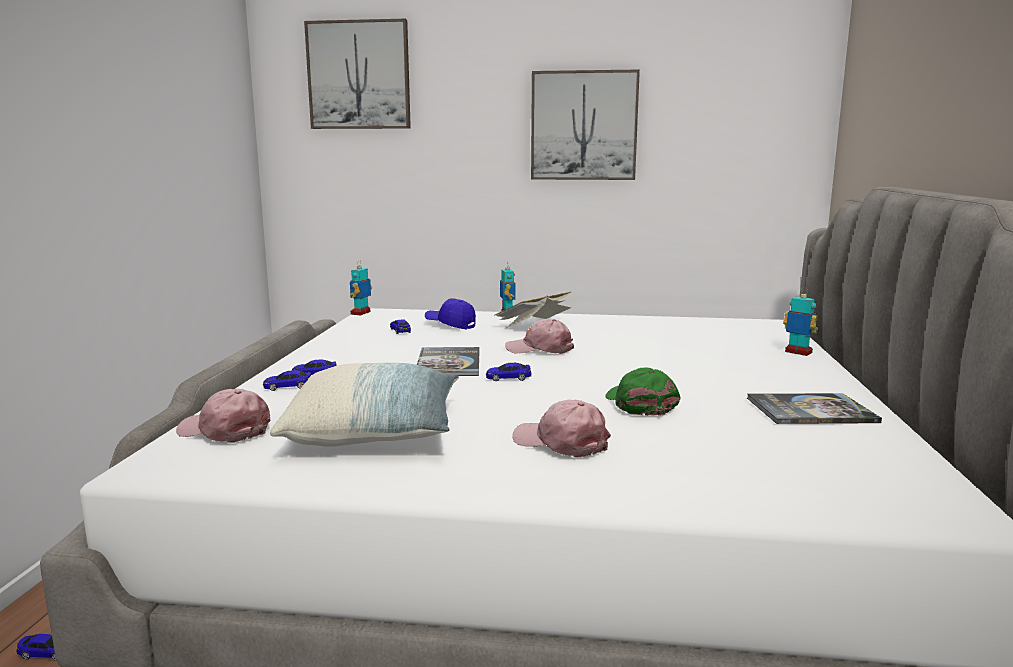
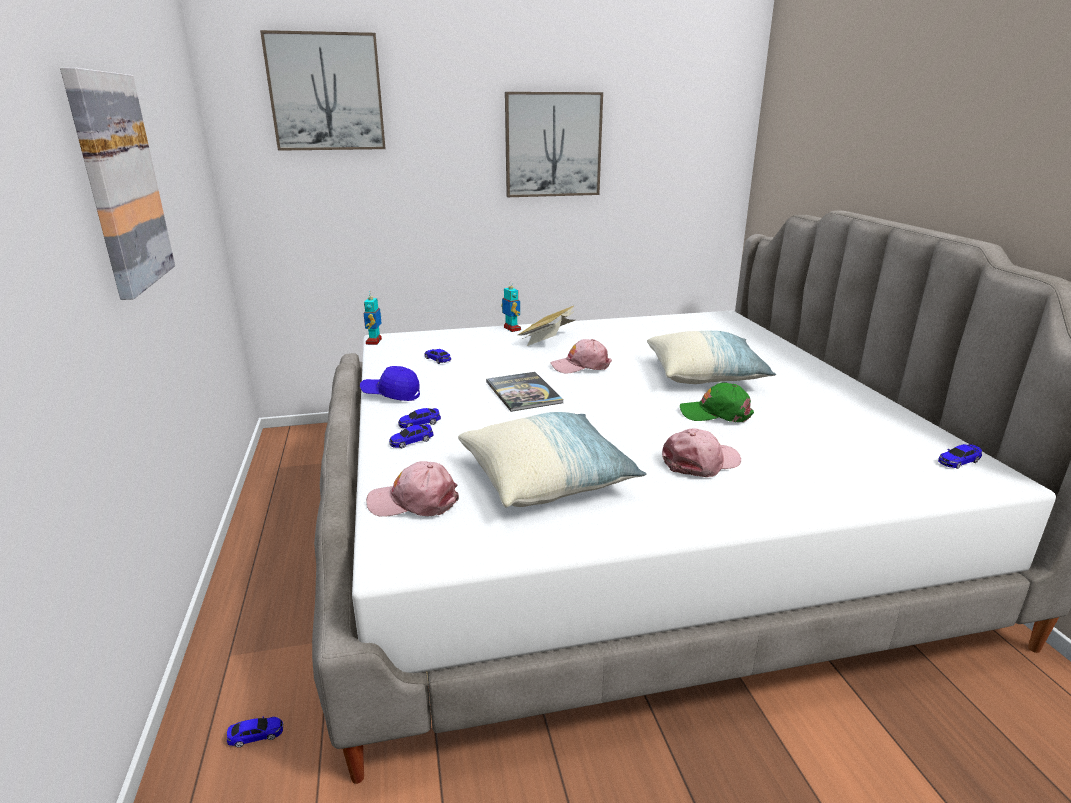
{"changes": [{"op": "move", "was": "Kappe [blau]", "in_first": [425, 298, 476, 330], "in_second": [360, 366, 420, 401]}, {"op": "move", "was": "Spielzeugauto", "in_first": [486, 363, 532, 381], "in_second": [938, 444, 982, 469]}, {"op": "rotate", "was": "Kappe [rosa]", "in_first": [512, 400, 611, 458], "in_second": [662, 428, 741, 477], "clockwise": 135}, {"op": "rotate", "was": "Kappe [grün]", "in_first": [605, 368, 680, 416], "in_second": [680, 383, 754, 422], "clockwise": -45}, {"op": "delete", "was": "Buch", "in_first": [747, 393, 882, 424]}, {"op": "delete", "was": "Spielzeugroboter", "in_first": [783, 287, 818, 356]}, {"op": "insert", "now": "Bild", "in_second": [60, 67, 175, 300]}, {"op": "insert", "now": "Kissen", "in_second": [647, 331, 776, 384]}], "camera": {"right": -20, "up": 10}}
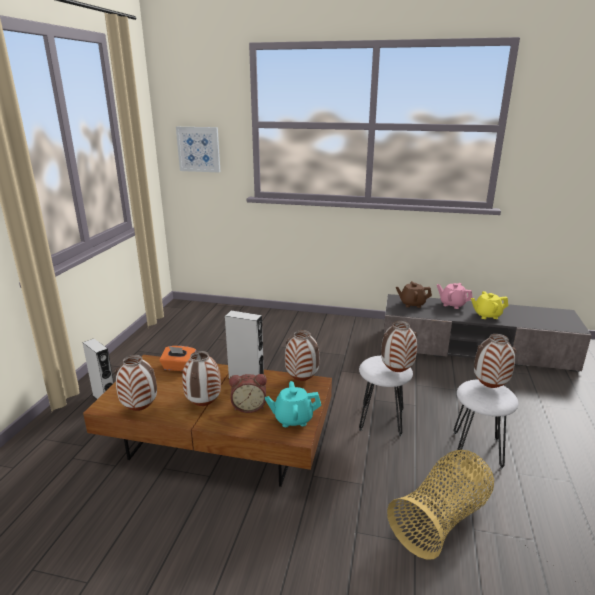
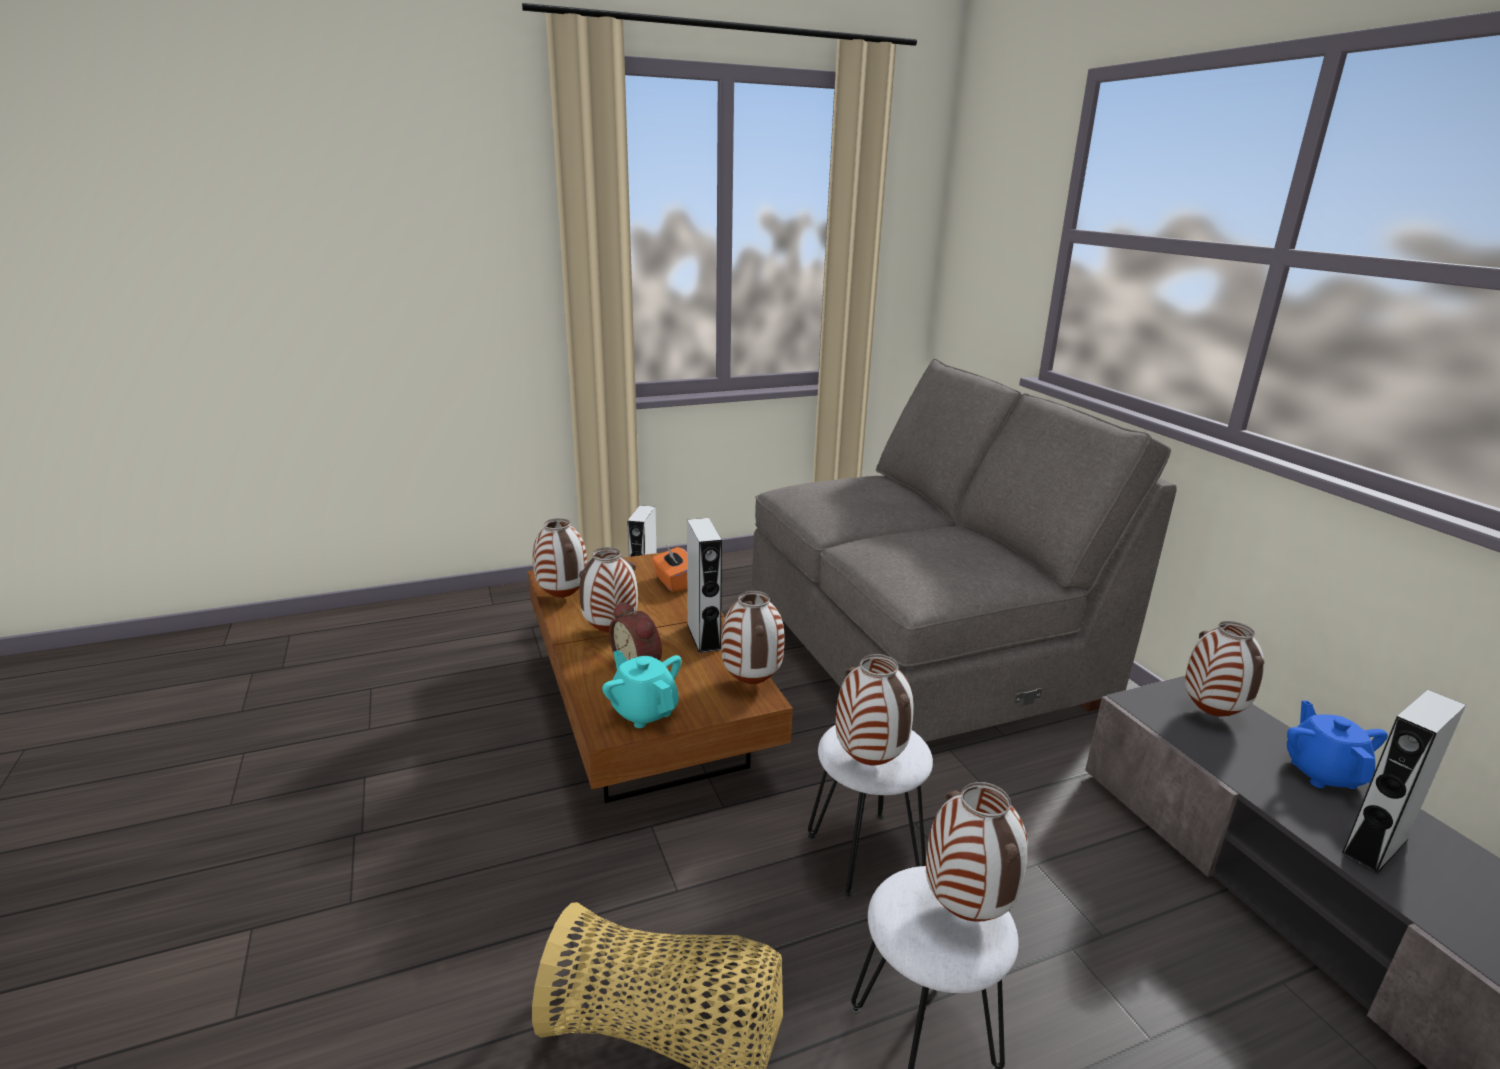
{"changes": [{"op": "delete", "was": "Bild", "in_first": [176, 127, 221, 172]}, {"op": "replace", "was": "Teekanne [braun]", "now": "Vase", "in_first": [396, 281, 432, 308], "in_second": [1185, 621, 1264, 717]}, {"op": "recolor", "was": "Teekanne [rosa]", "now": "Teekanne [blau]", "in_first": [437, 283, 473, 309], "in_second": [1287, 701, 1388, 789]}, {"op": "replace", "was": "Teekanne [gelb]", "now": "Lautsprecher [grau]", "in_first": [471, 291, 508, 319], "in_second": [1340, 690, 1466, 874]}, {"op": "insert", "now": "Sofa [grau]", "in_second": [752, 359, 1177, 744]}], "camera": {"right": 55, "up": 0}}
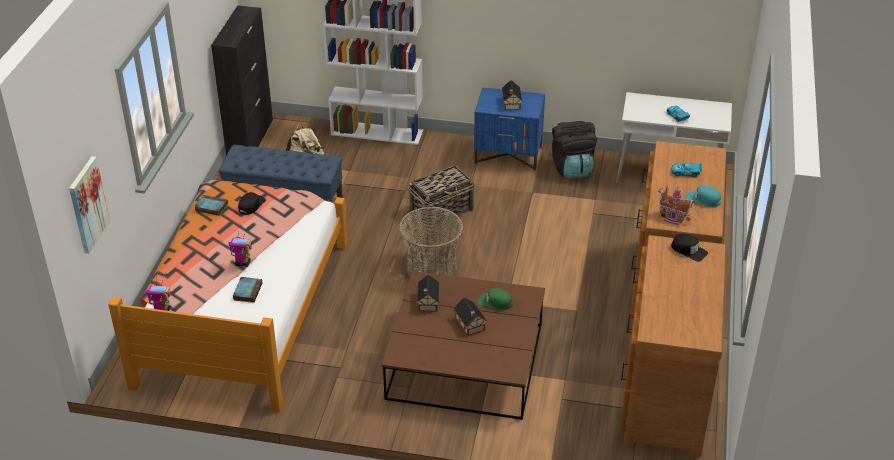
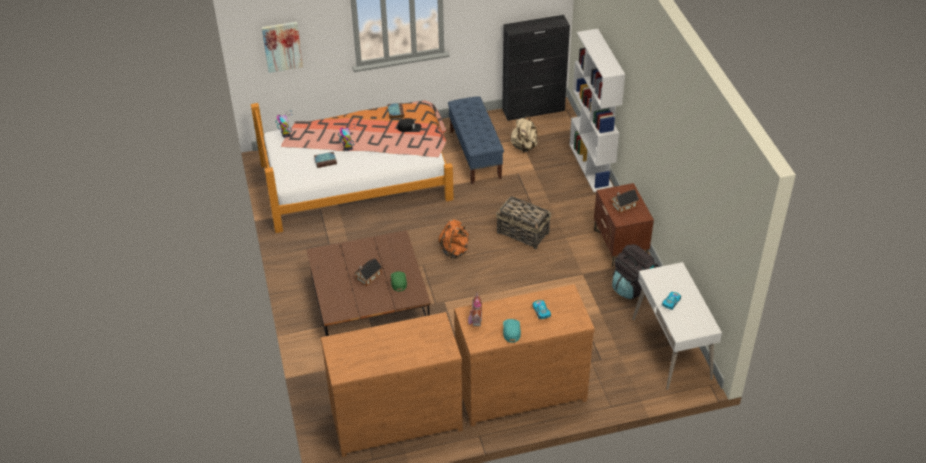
{"changes": [{"op": "replace", "was": "Korb", "now": "Rucksack [orange]", "in_first": [399, 207, 463, 276], "in_second": [438, 219, 469, 259]}, {"op": "delete", "was": "Spielzeughaus", "in_first": [417, 275, 440, 311]}, {"op": "recolor", "was": "Nachttisch [blau]", "now": "Nachttisch [braun]", "in_first": [474, 87, 545, 171], "in_second": [594, 183, 654, 267]}, {"op": "delete", "was": "Kappe [schwarz]", "in_first": [671, 234, 708, 262]}], "camera": {"right": 65, "up": 5}}
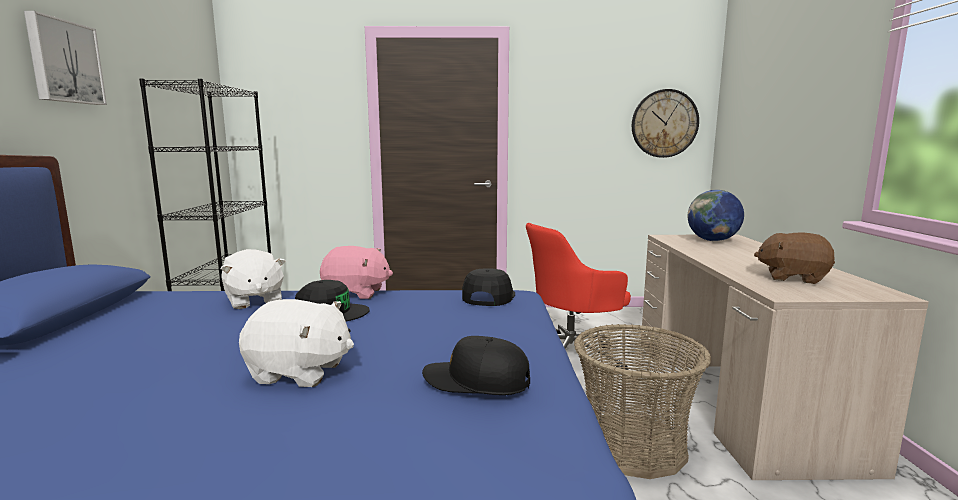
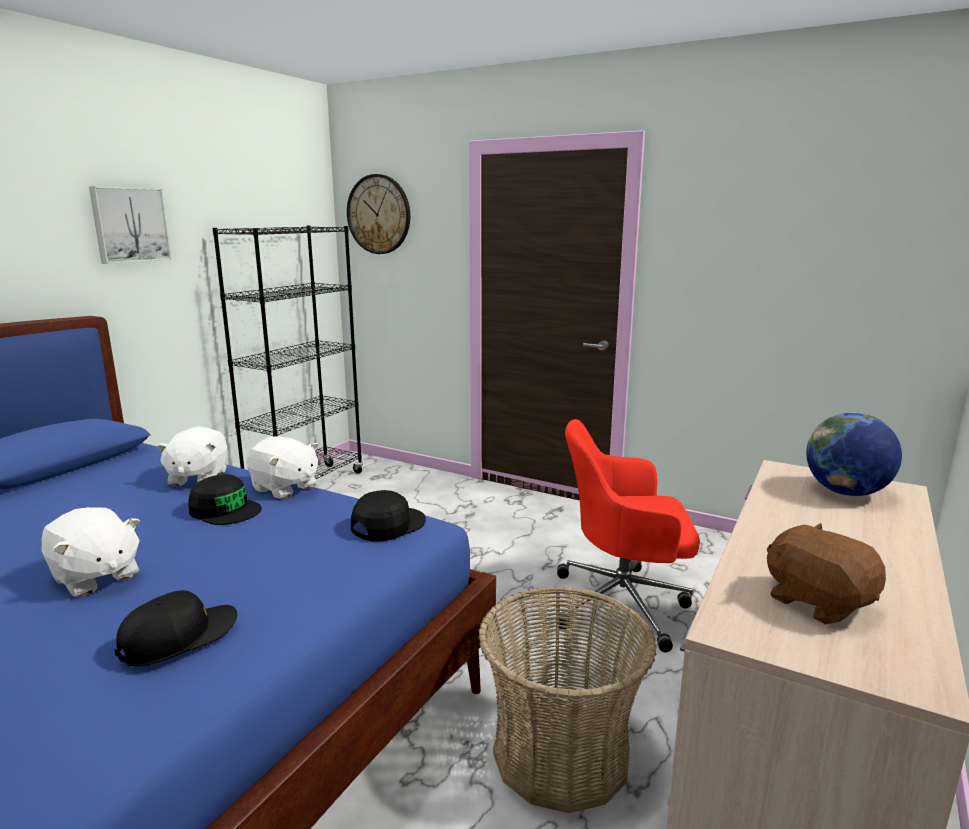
{"changes": [{"op": "recolor", "was": "Plüschtier [rosa]", "now": "Plüschtier [weiß]", "in_first": [320, 246, 393, 299], "in_second": [246, 436, 318, 499]}, {"op": "rotate", "was": "Kappe [schwarz]", "in_first": [422, 336, 530, 395], "in_second": [114, 590, 237, 666], "clockwise": 90}, {"op": "move", "was": "Wanduhr", "in_first": [632, 89, 699, 158], "in_second": [347, 174, 410, 254]}], "camera": {"right": 30, "up": 5}}
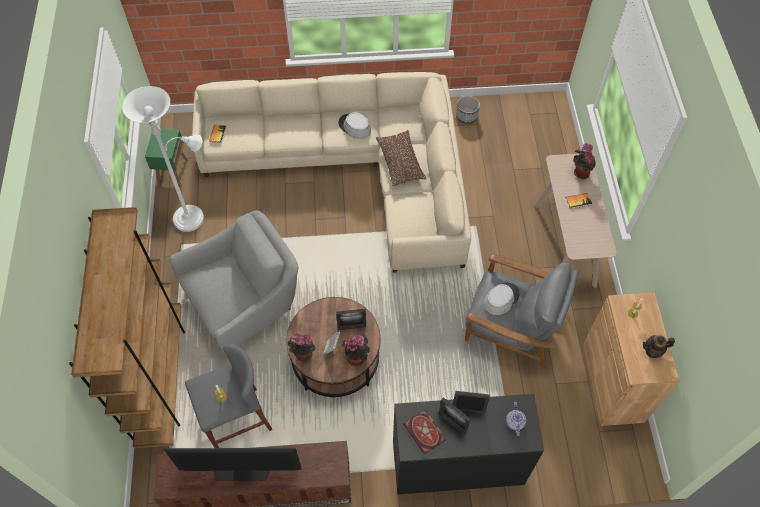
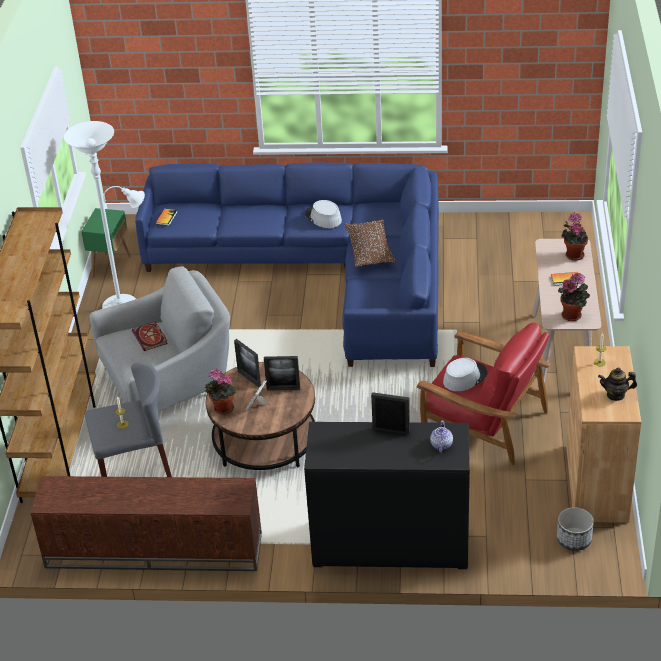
{"changes": [{"op": "delete", "was": "Fernseher", "in_first": [164, 448, 302, 481]}, {"op": "recolor", "was": "Sofa [beige]", "now": "Sofa [blau]", "in_first": [192, 72, 471, 273], "in_second": [135, 162, 439, 367]}, {"op": "move", "was": "Topfpflanze", "in_first": [342, 335, 370, 366], "in_second": [558, 273, 590, 321]}, {"op": "move", "was": "Buch", "in_first": [403, 410, 446, 454], "in_second": [132, 322, 168, 351]}, {"op": "move", "was": "Bilderrahmen", "in_first": [439, 397, 470, 435], "in_second": [234, 339, 261, 387]}, {"op": "move", "was": "Pflanzkübel", "in_first": [456, 96, 480, 124], "in_second": [557, 507, 594, 551]}, {"op": "recolor", "was": "Sessel [grau]", "now": "Sessel [rot]", "in_first": [465, 254, 579, 369], "in_second": [416, 322, 551, 465]}], "camera": {"right": 10, "up": -20}}
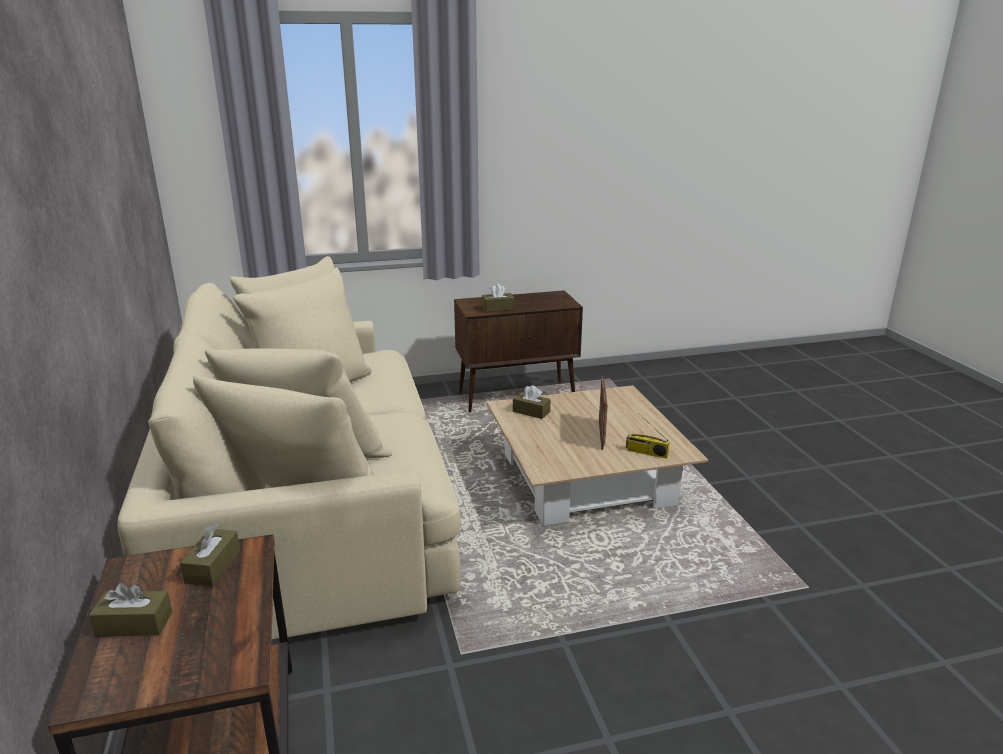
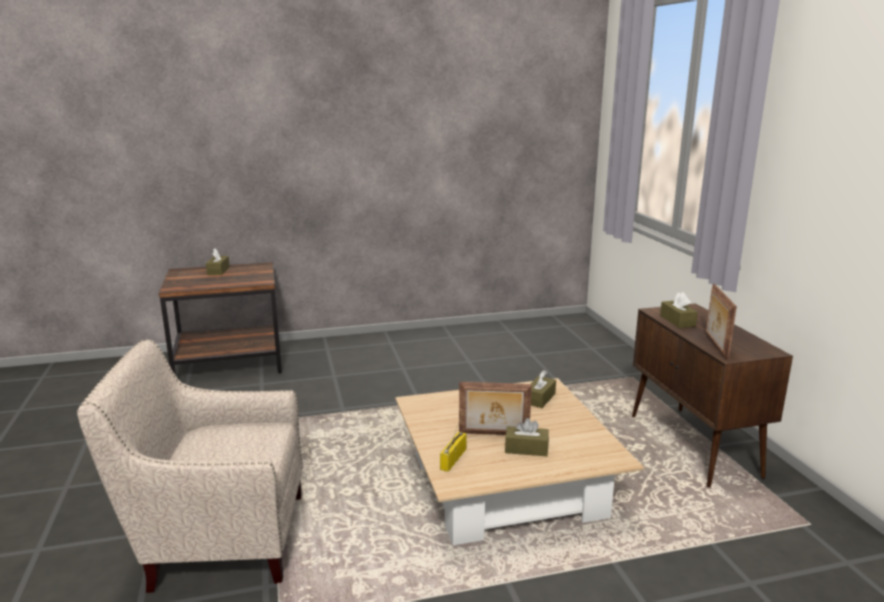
{"changes": [{"op": "delete", "was": "Sofa [beige]", "in_first": [117, 256, 461, 639]}, {"op": "move", "was": "Taschentuchbox [braun]", "in_first": [180, 523, 240, 586], "in_second": [505, 418, 549, 456]}, {"op": "insert", "now": "Sessel [beige]", "in_second": [77, 340, 303, 593]}, {"op": "insert", "now": "Bilderrahmen", "in_second": [706, 284, 737, 361]}], "camera": {"right": 90, "up": -5}}
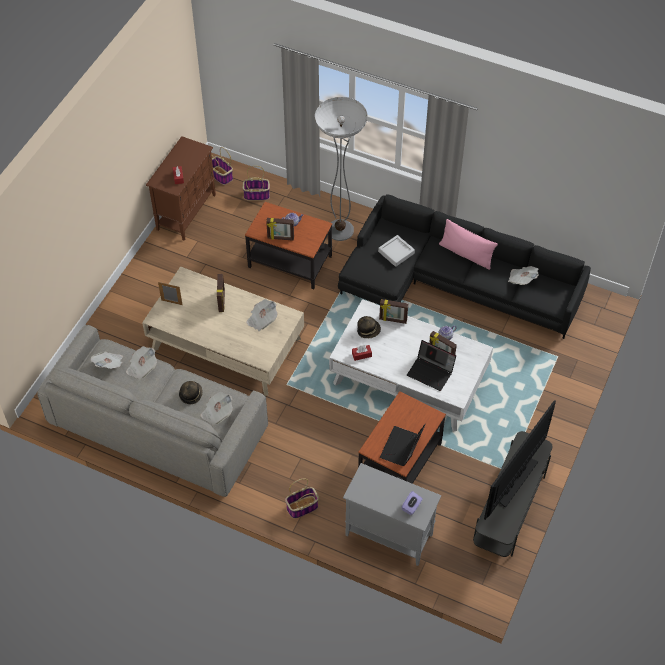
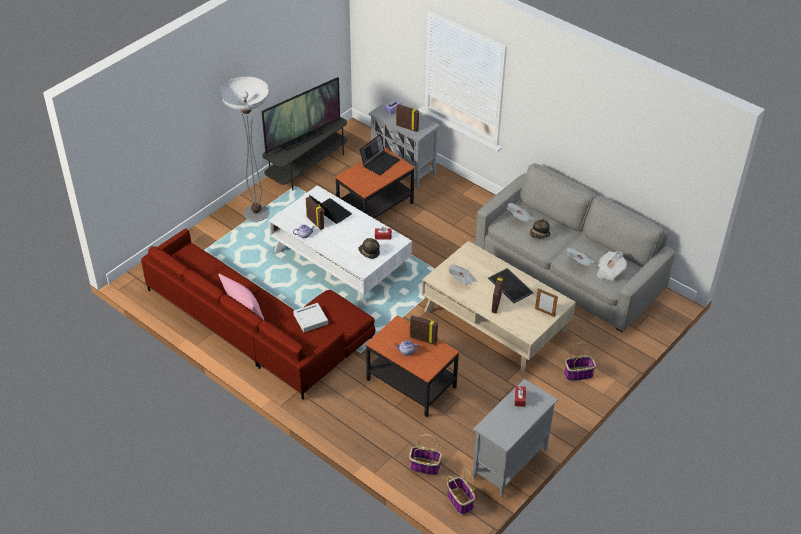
{"changes": [{"op": "recolor", "was": "Schrank [braun]", "now": "Schrank [grau]", "in_first": [146, 136, 216, 241], "in_second": [472, 379, 558, 498]}, {"op": "move", "was": "Korb", "in_first": [285, 478, 319, 519], "in_second": [564, 342, 596, 381]}, {"op": "move", "was": "Stehlampe", "in_first": [315, 97, 368, 241], "in_second": [220, 77, 269, 222]}, {"op": "recolor", "was": "Sofa [schwarz]", "now": "Sofa [rot]", "in_first": [338, 194, 591, 339], "in_second": [141, 229, 376, 399]}, {"op": "move", "was": "Bilderrahmen", "in_first": [379, 299, 408, 324], "in_second": [396, 104, 419, 132]}, {"op": "delete", "was": "Zeitung", "in_first": [508, 266, 539, 285]}, {"op": "insert", "now": "Tablett", "in_second": [488, 268, 533, 303]}], "camera": {"right": -165, "up": -10}}
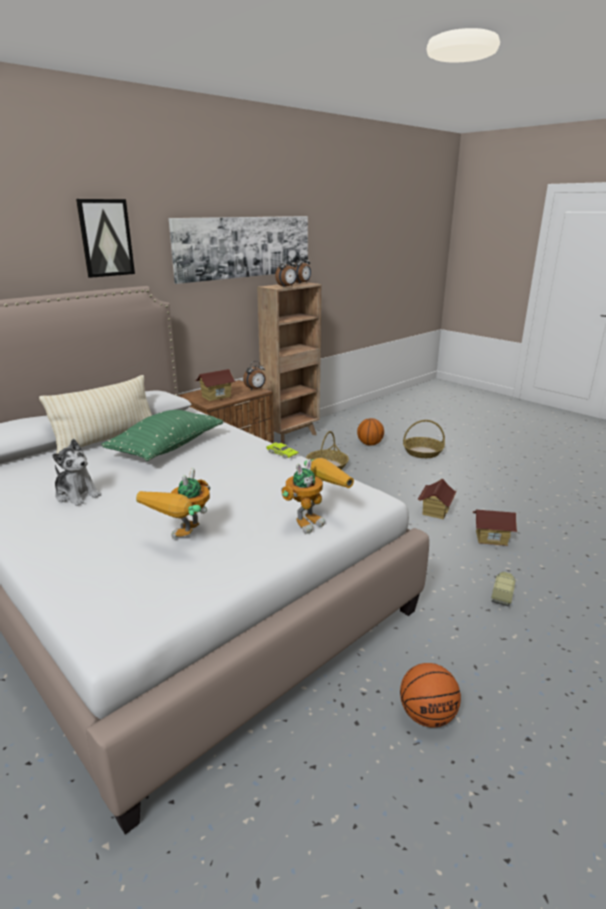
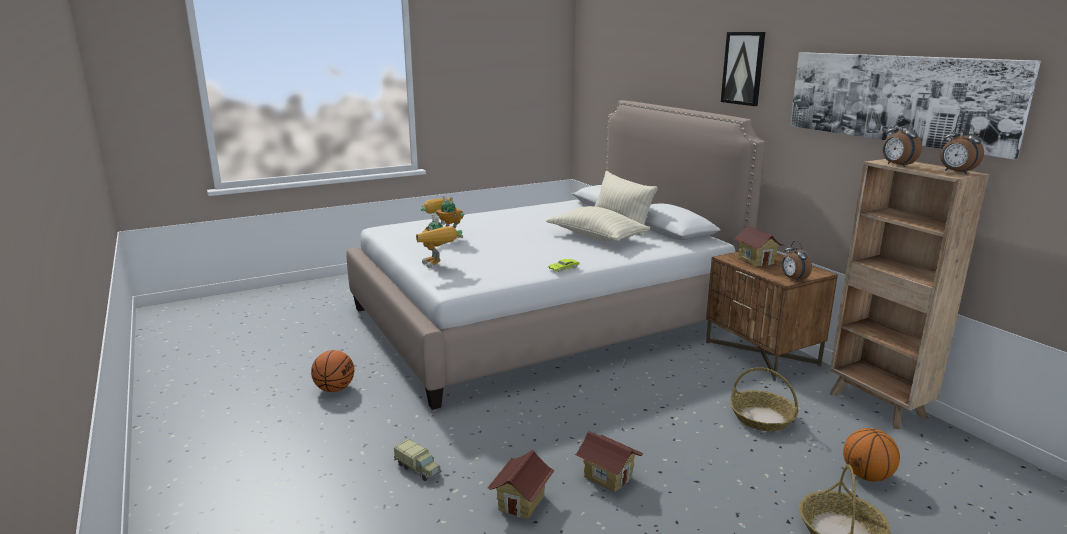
{"changes": [{"op": "delete", "was": "Plüschtier", "in_first": [52, 439, 101, 506]}, {"op": "recolor", "was": "Kissen [grün]", "now": "Kissen [beige]", "in_first": [101, 410, 223, 461], "in_second": [546, 206, 650, 242]}], "camera": {"right": 105, "up": -5}}
